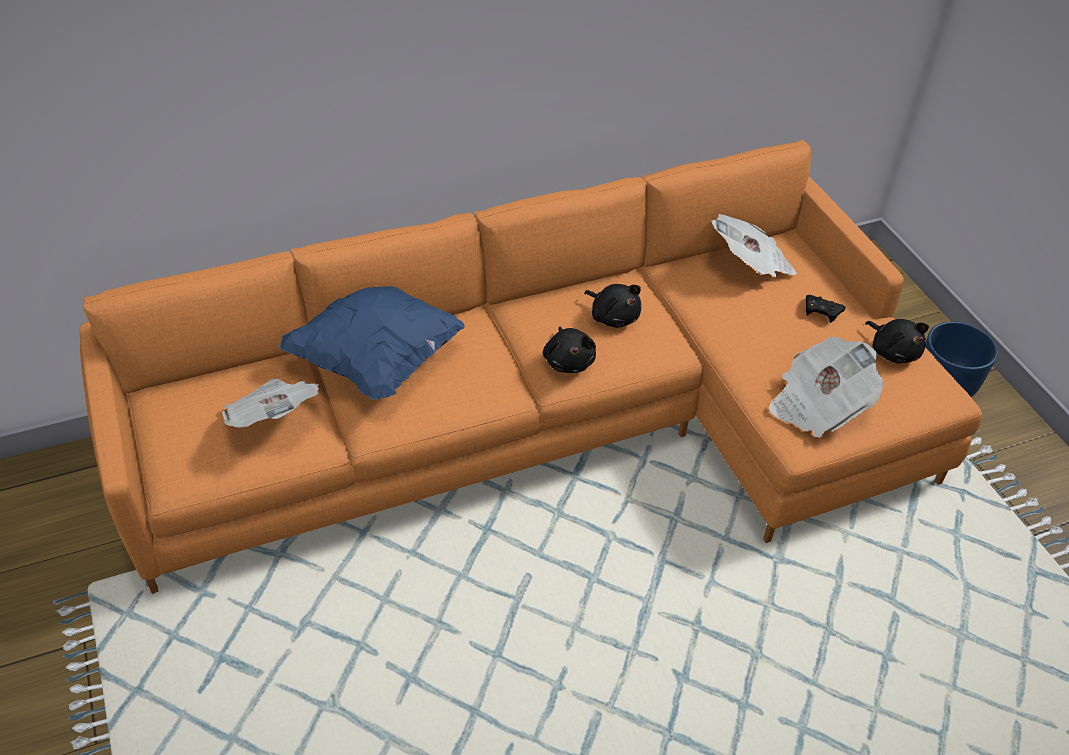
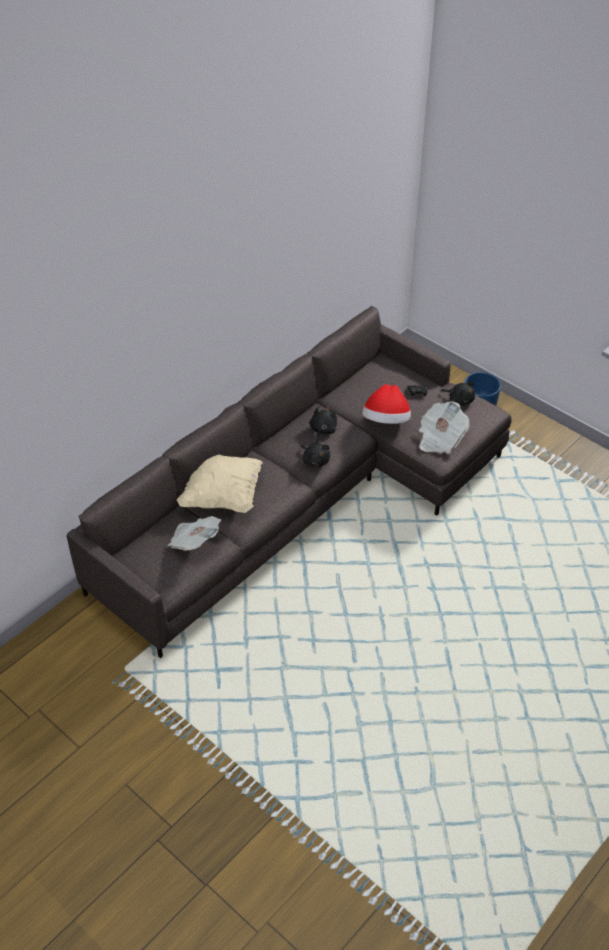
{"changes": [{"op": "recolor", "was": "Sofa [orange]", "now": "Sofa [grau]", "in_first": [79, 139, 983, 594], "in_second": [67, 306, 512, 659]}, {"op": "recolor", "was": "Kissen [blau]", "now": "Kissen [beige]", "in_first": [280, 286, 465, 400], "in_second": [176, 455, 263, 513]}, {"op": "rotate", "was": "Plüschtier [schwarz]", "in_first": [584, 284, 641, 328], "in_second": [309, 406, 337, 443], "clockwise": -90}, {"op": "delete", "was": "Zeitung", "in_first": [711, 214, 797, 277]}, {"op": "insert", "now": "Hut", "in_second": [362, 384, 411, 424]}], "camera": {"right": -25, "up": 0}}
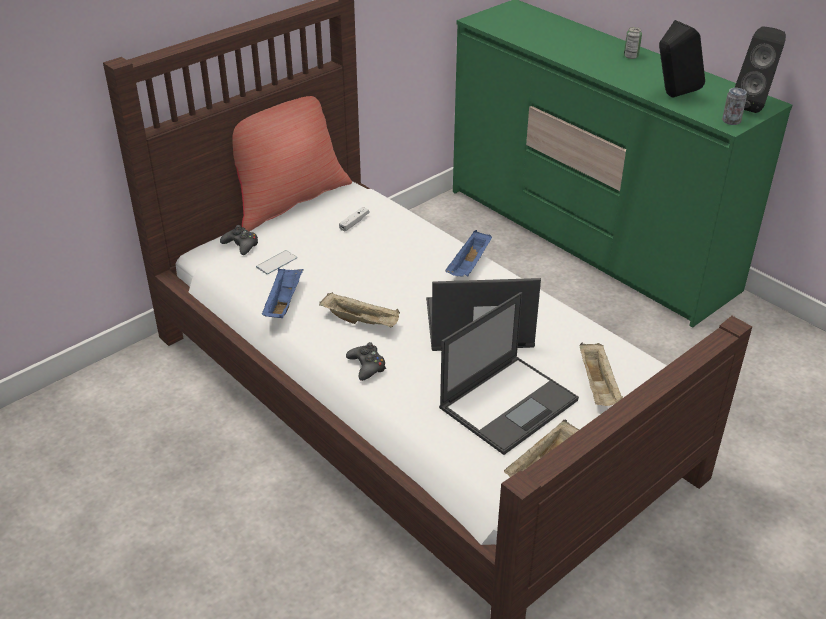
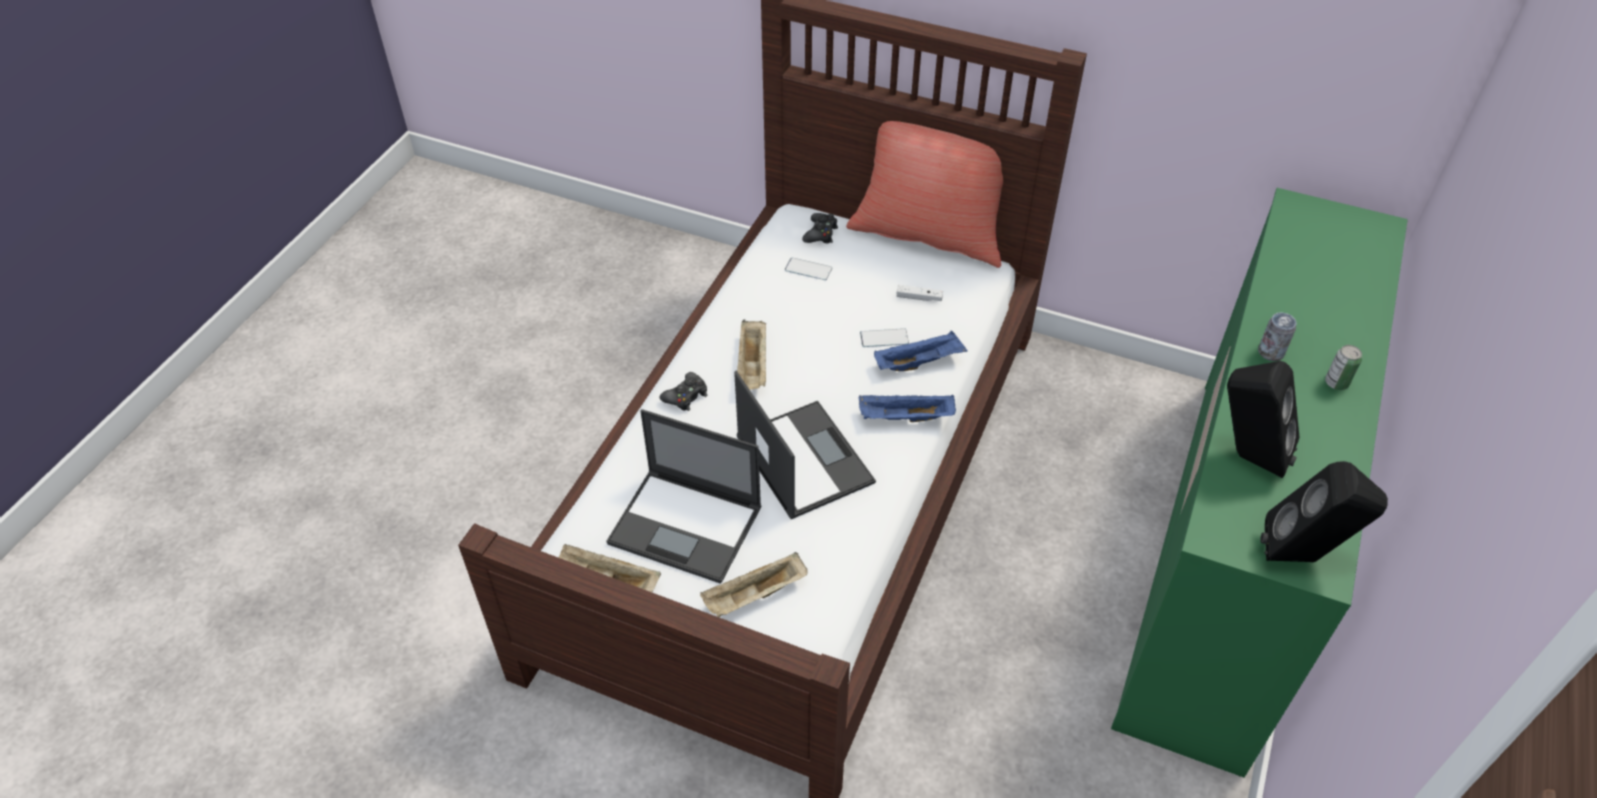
{"changes": [{"op": "move", "was": "Tablett [blau]", "in_first": [262, 268, 304, 318], "in_second": [874, 331, 968, 371]}, {"op": "move", "was": "Dose", "in_first": [722, 88, 747, 125], "in_second": [1258, 312, 1296, 361]}, {"op": "insert", "now": "Handy", "in_second": [860, 328, 909, 347]}], "camera": {"right": 65, "up": 10}}
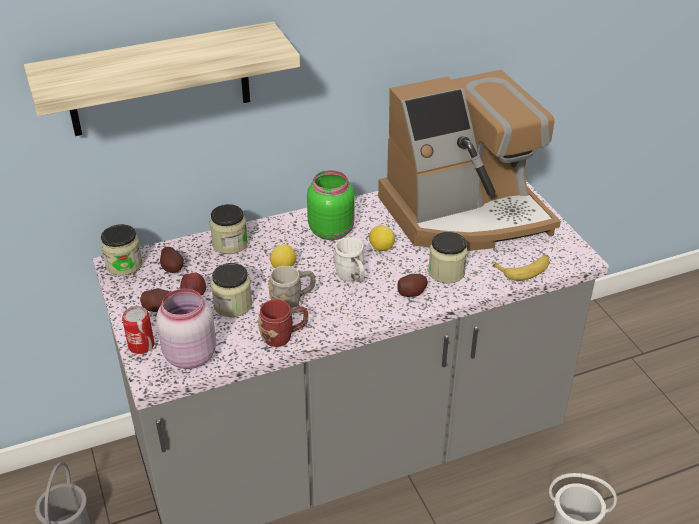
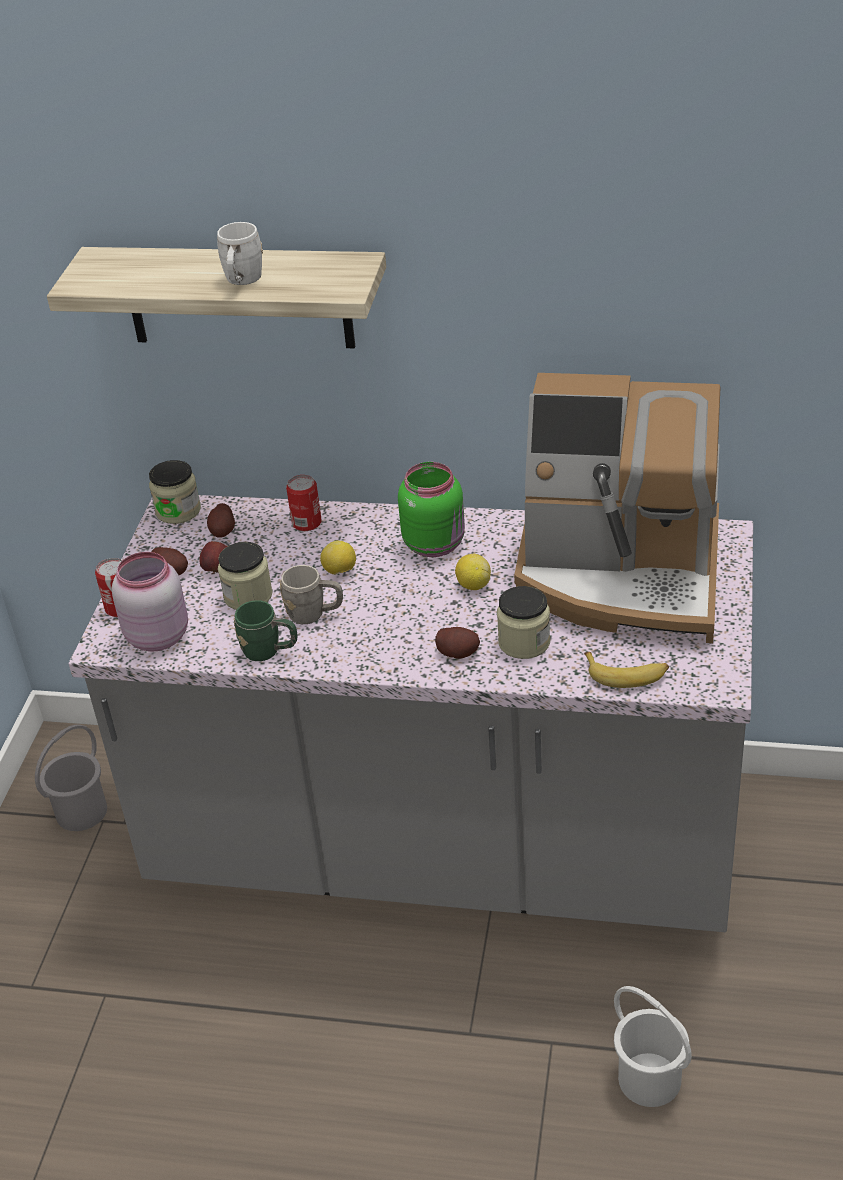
{"changes": [{"op": "replace", "was": "Vorratsglas", "now": "Dose", "in_first": [210, 204, 248, 254], "in_second": [286, 475, 322, 531]}, {"op": "recolor", "was": "Henkelbecher [rot]", "now": "Henkelbecher [grün]", "in_first": [258, 299, 308, 347], "in_second": [234, 600, 298, 661]}, {"op": "move", "was": "Henkelbecher [weiß]", "in_first": [333, 237, 364, 282], "in_second": [217, 222, 263, 285]}], "camera": {"right": 35, "up": 0}}
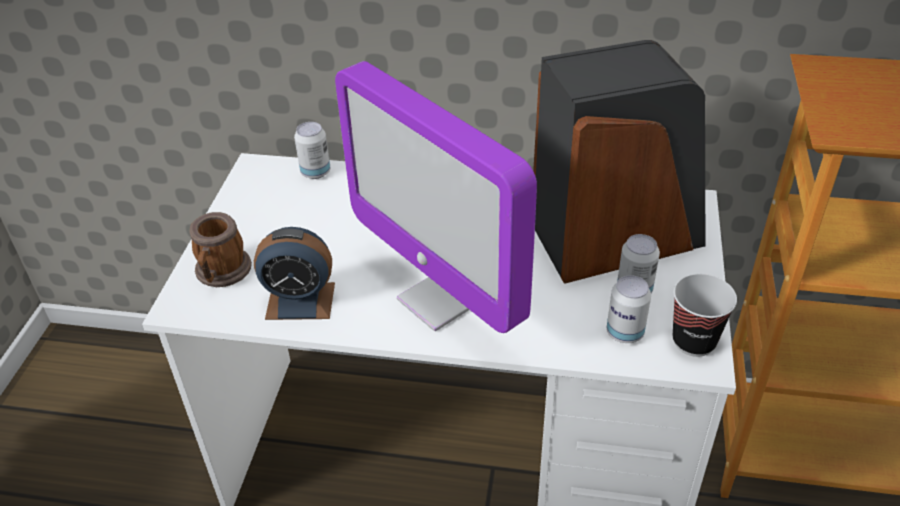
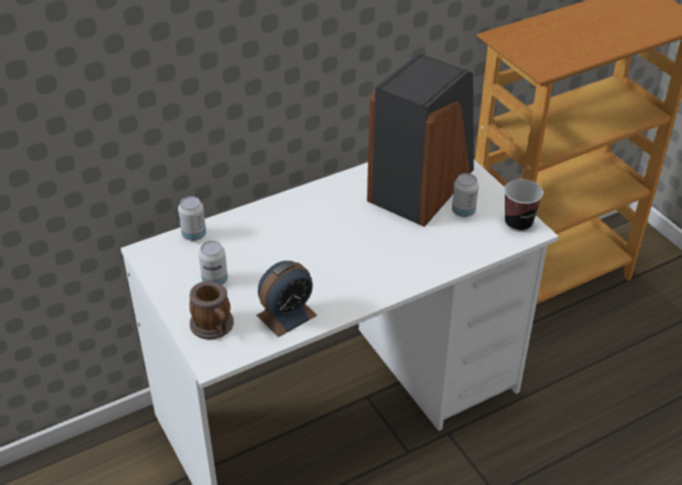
{"changes": [{"op": "delete", "was": "Monitor", "in_first": [335, 61, 537, 333]}, {"op": "move", "was": "Dose", "in_first": [607, 275, 651, 343], "in_second": [198, 241, 228, 285]}], "camera": {"right": -40, "up": 0}}
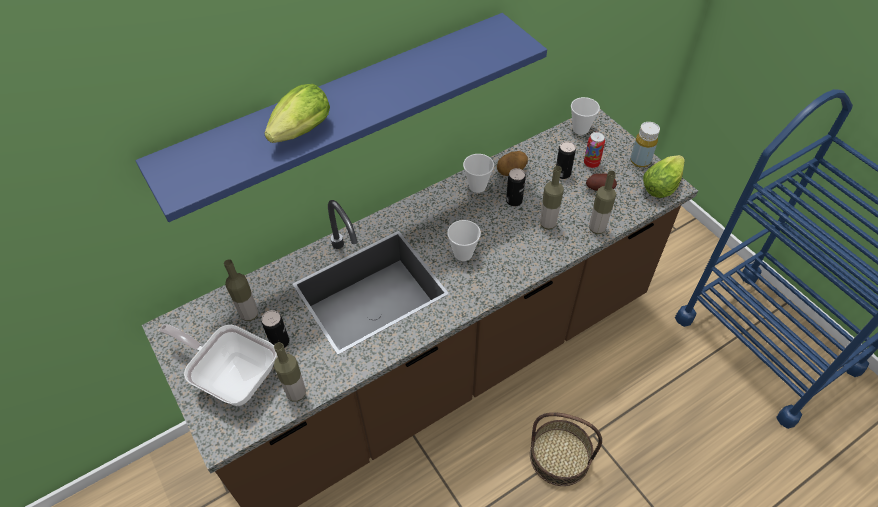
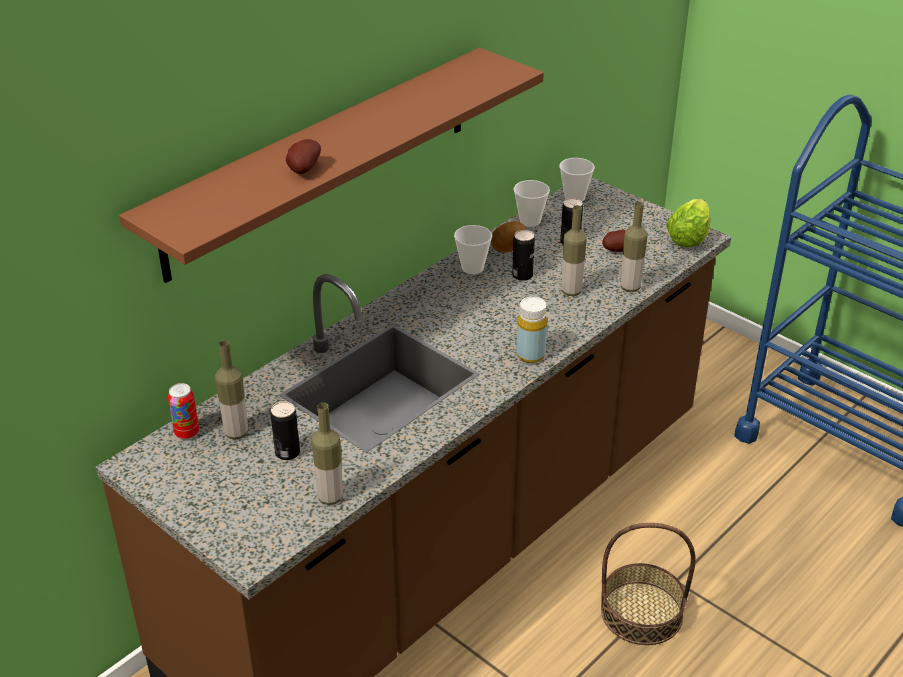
{"changes": [{"op": "recolor", "was": "Wandregal [blau]", "now": "Wandregal [braun]", "in_first": [135, 13, 547, 222], "in_second": [119, 48, 544, 283]}, {"op": "delete", "was": "Pfanne", "in_first": [159, 324, 277, 406]}, {"op": "replace", "was": "Salatkopf", "now": "Kartoffel", "in_first": [264, 84, 330, 143], "in_second": [286, 139, 321, 174]}, {"op": "move", "was": "Tasse", "in_first": [447, 220, 481, 261], "in_second": [513, 180, 550, 227]}, {"op": "move", "was": "Dose", "in_first": [584, 132, 605, 168], "in_second": [168, 383, 199, 440]}, {"op": "move", "was": "Flasche [gelb]", "in_first": [630, 122, 660, 168], "in_second": [516, 297, 547, 363]}], "camera": {"right": -15, "up": -15}}
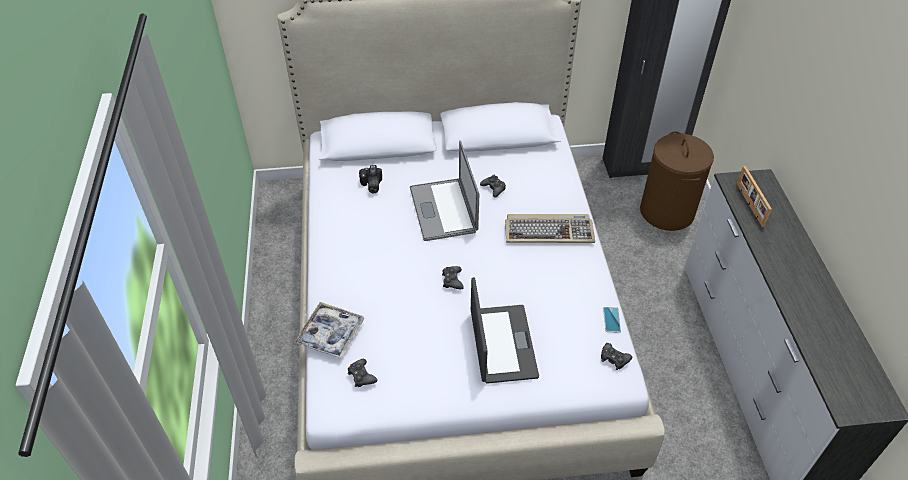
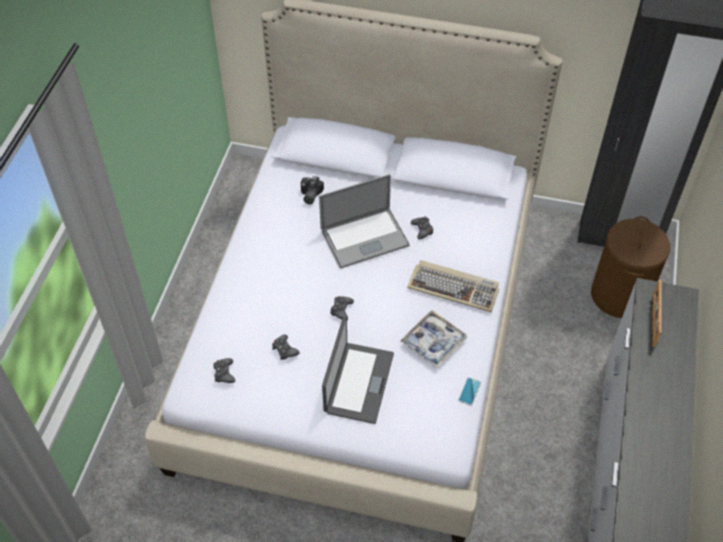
{"changes": [{"op": "move", "was": "Tablett", "in_first": [294, 302, 364, 359], "in_second": [400, 310, 467, 368]}, {"op": "rotate", "was": "Laptop", "in_first": [410, 140, 479, 241], "in_second": [319, 174, 410, 269], "clockwise": -120}, {"op": "move", "was": "Gamepad [schwarz]", "in_first": [601, 343, 632, 370], "in_second": [272, 334, 300, 360]}], "camera": {"right": 20, "up": 5}}
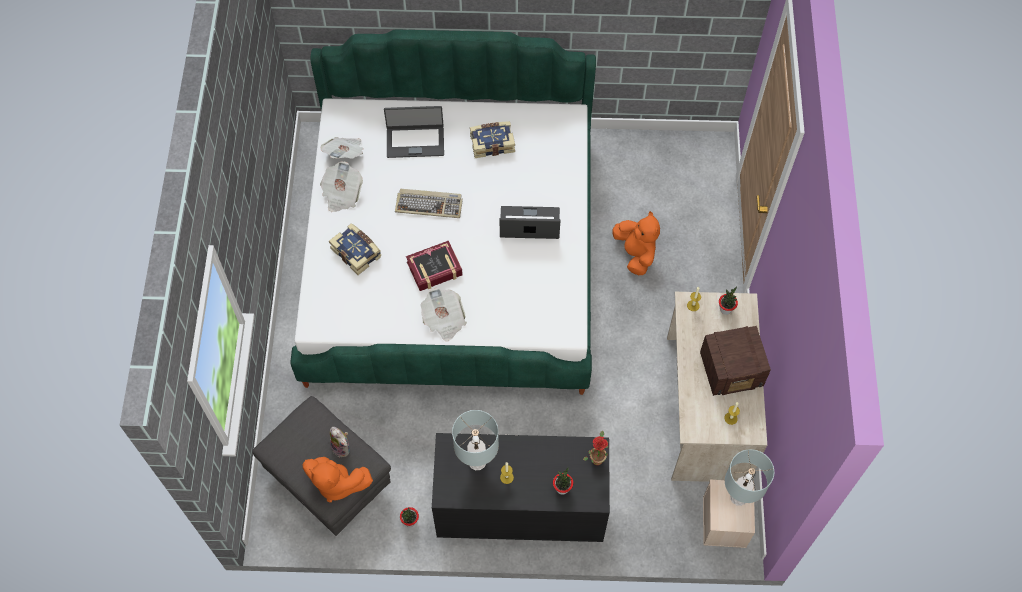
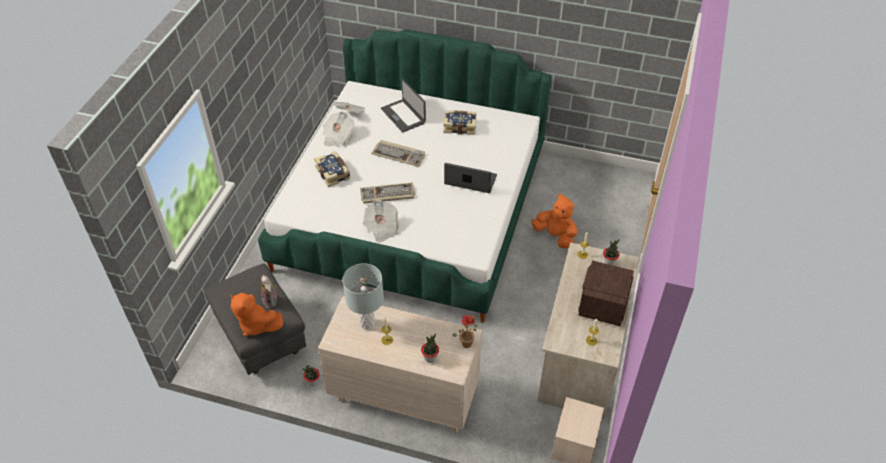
{"changes": [{"op": "rotate", "was": "Laptop", "in_first": [384, 106, 444, 158], "in_second": [381, 79, 426, 132], "clockwise": 45}, {"op": "replace", "was": "Buch", "now": "Tastatur", "in_first": [406, 241, 463, 291], "in_second": [360, 182, 415, 204]}, {"op": "recolor", "was": "Kommode [schwarz]", "now": "Kommode [beige]", "in_first": [432, 433, 610, 542], "in_second": [318, 296, 482, 433]}, {"op": "rotate", "was": "Plüschtier [orange]", "in_first": [612, 211, 660, 275], "in_second": [531, 194, 578, 248], "clockwise": -45}, {"op": "rotate", "was": "Radio", "in_first": [700, 326, 771, 396], "in_second": [578, 260, 634, 326], "clockwise": 105}, {"op": "delete", "was": "Tischlampe [grau]", "in_first": [725, 449, 774, 506]}], "camera": {"right": 15, "up": -15}}
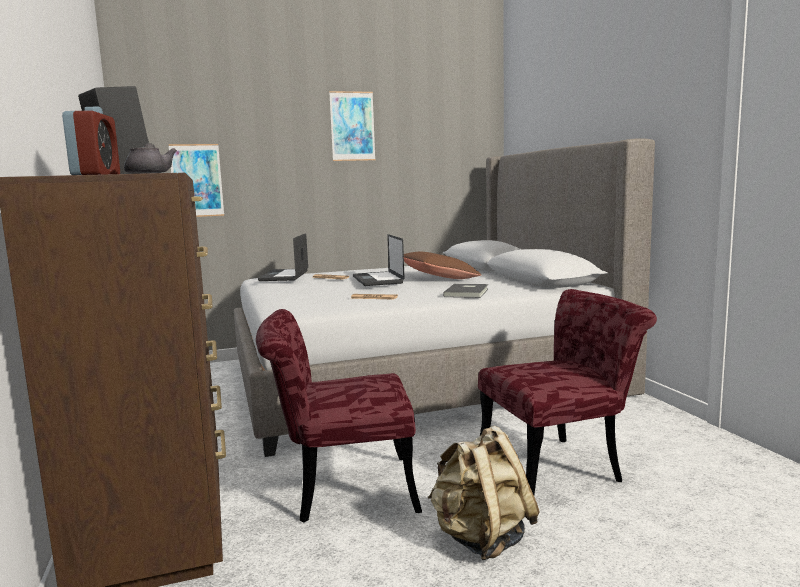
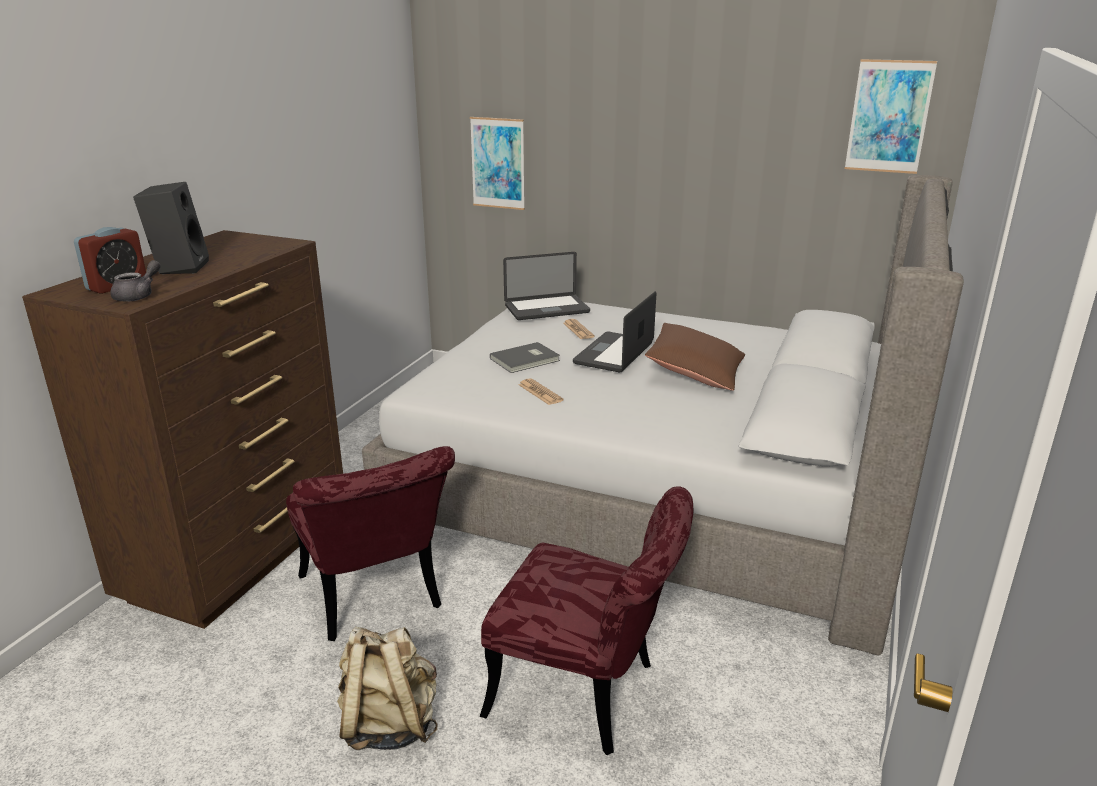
{"changes": [{"op": "rotate", "was": "Stuhl [rot]", "in_first": [256, 309, 422, 522], "in_second": [286, 446, 455, 641], "clockwise": -150}, {"op": "rotate", "was": "Laptop", "in_first": [258, 233, 308, 281], "in_second": [503, 252, 590, 320], "clockwise": -150}, {"op": "move", "was": "Bild", "in_first": [329, 91, 376, 161], "in_second": [845, 59, 937, 174]}, {"op": "move", "was": "Buch [grau]", "in_first": [443, 284, 488, 298], "in_second": [490, 342, 560, 373]}], "camera": {"right": 40, "up": 15}}
